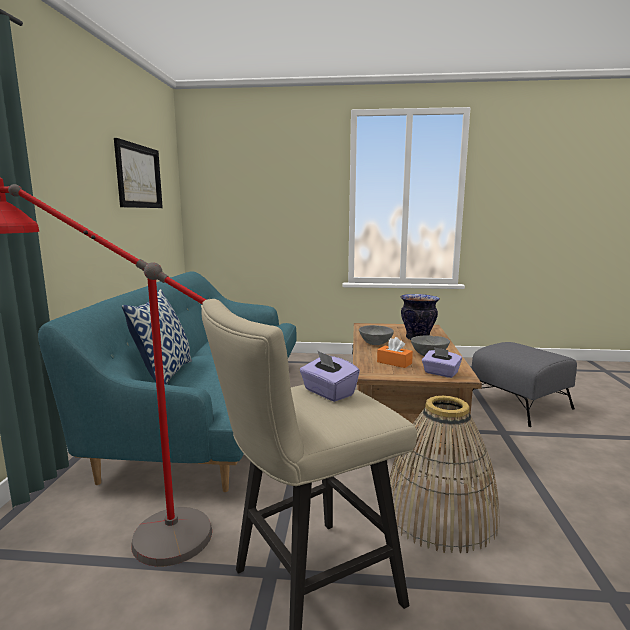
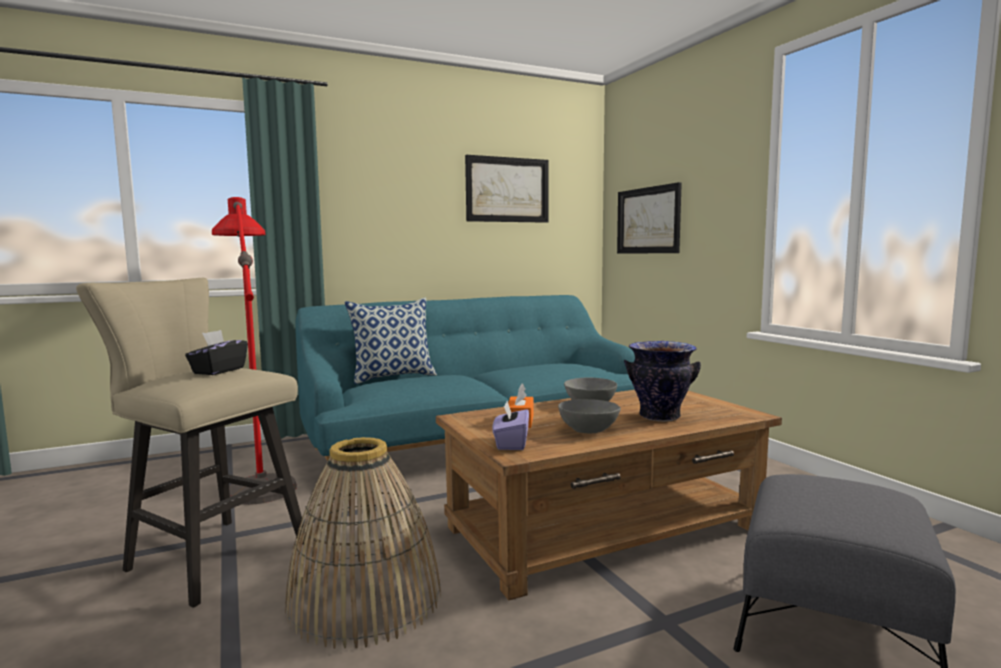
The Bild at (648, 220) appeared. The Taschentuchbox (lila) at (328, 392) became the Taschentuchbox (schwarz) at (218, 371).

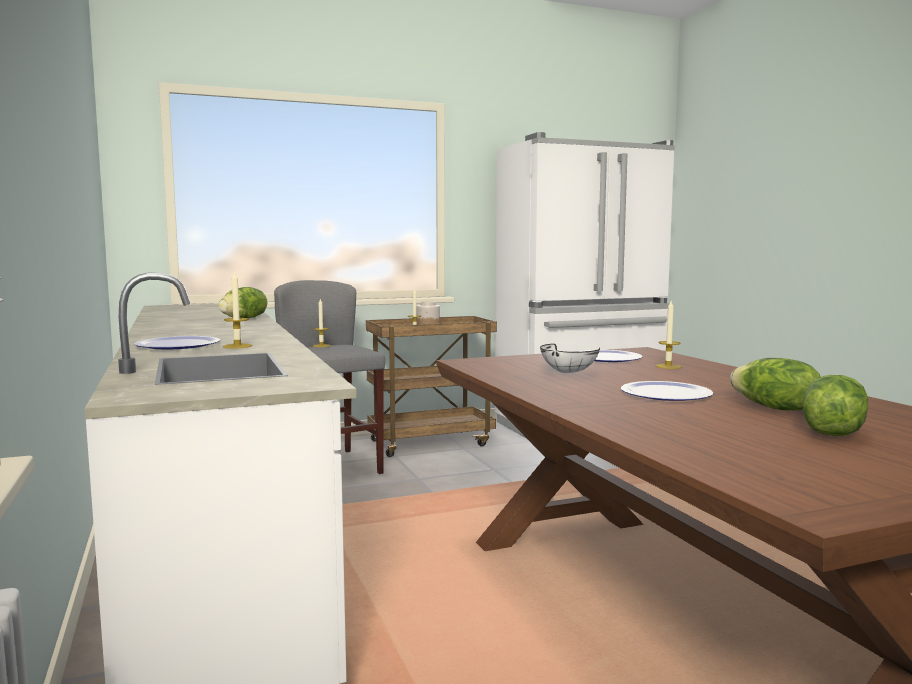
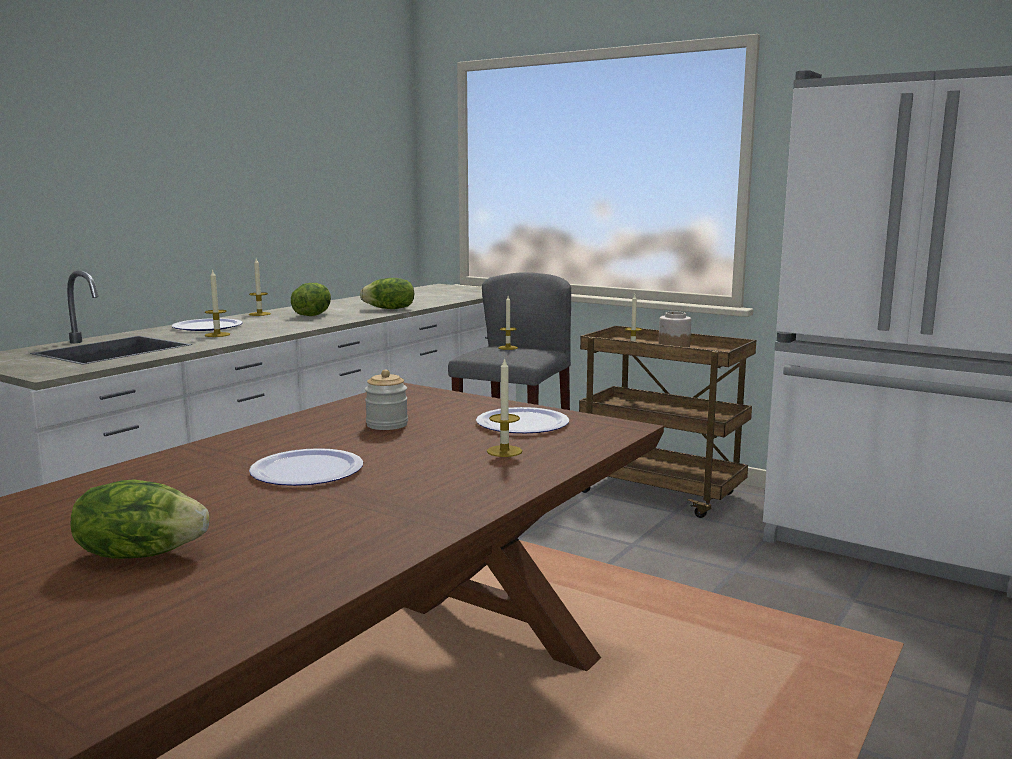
The Kerze at (259, 314) appeared. The Salatkopf moved from (775, 408) to (312, 315). The Schüssel (weiß) at (566, 373) was replaced by the Vorratsglas at (387, 425).

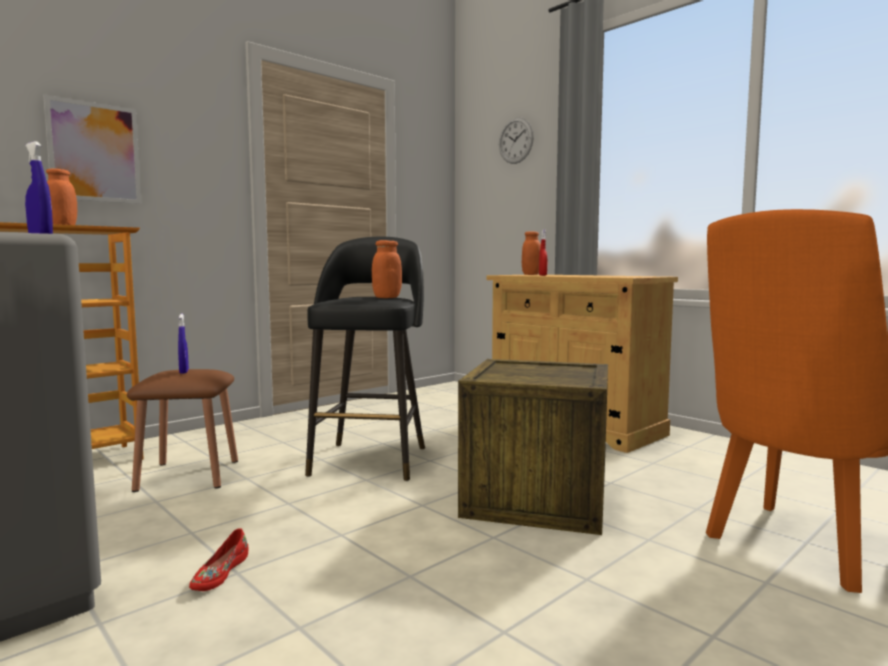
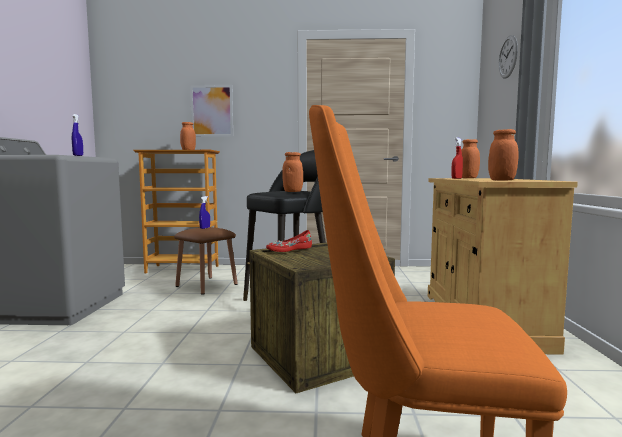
The Vorratsglas (orange) at (501, 180) appeared. The Schuh (rot) moved from (219, 573) to (289, 249).

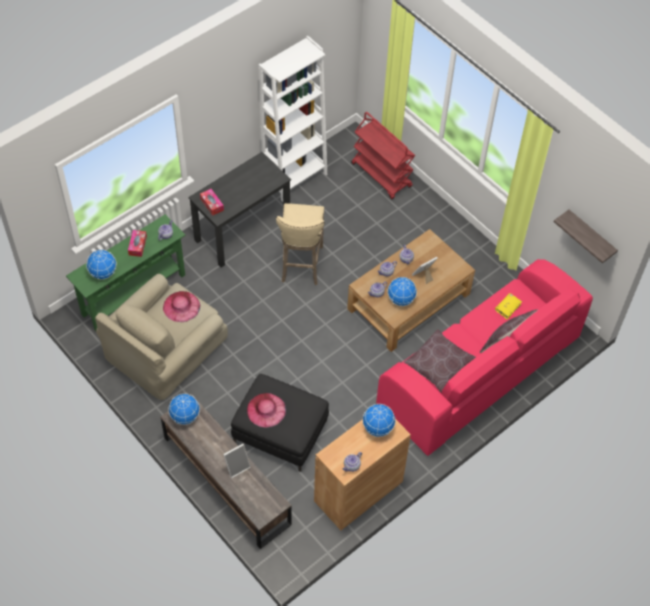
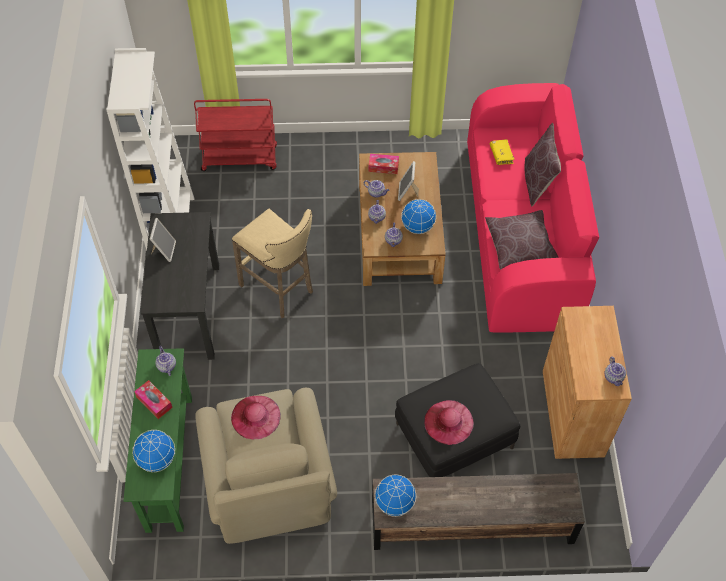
The Globus at (377, 428) disappeared. The Wandregal at (590, 236) disappeared. The Taschentuchbox moved from (212, 204) to (383, 167). The Bilderrahmen moved from (237, 466) to (164, 250).

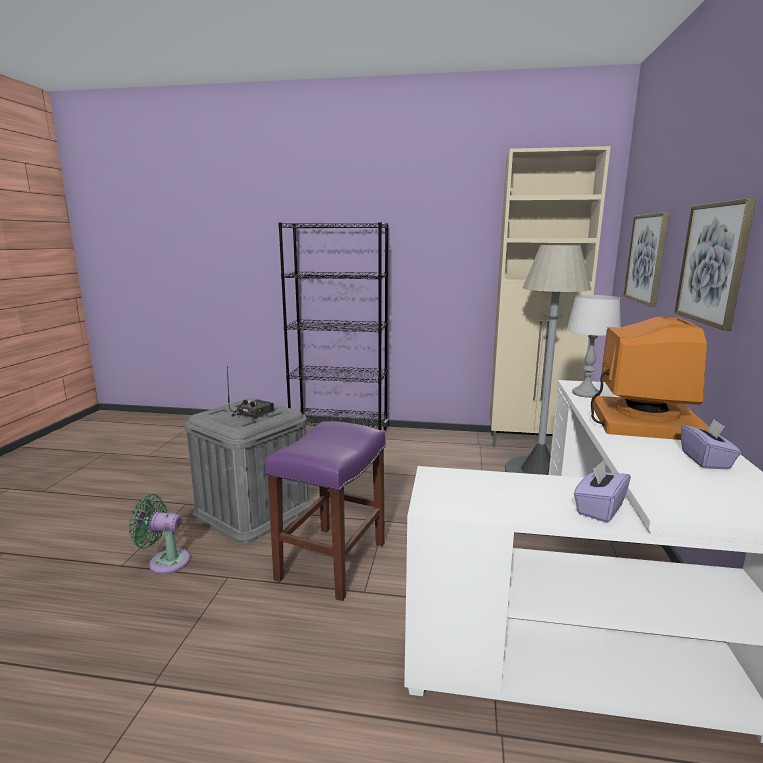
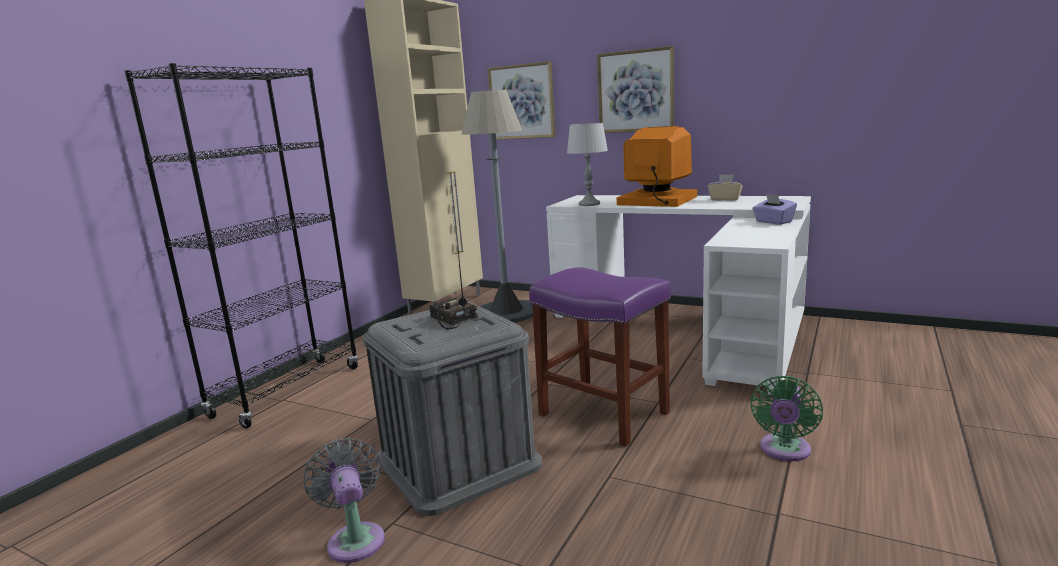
The Ventilator (grau) at (355, 538) appeared. The Ventilator (grün) moved from (165, 561) to (784, 451). The Taschentuchbox (lila) at (706, 460) became the Taschentuchbox (beige) at (725, 199).

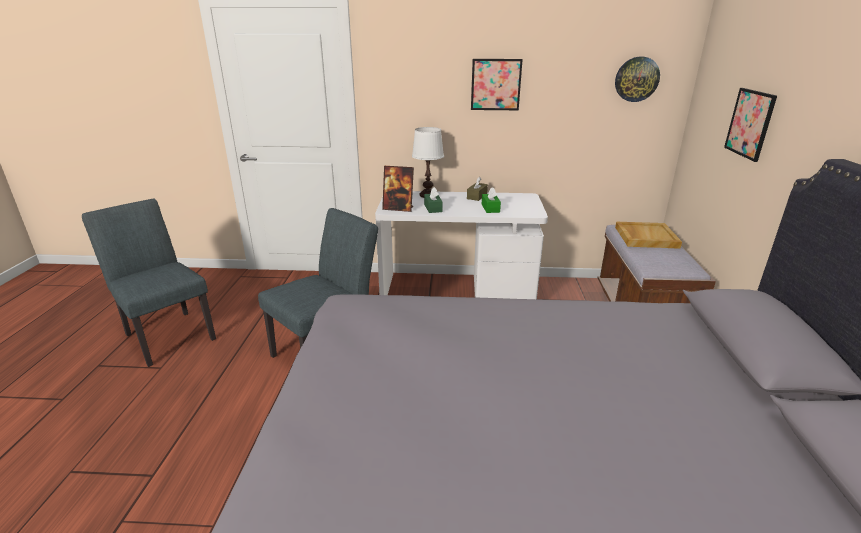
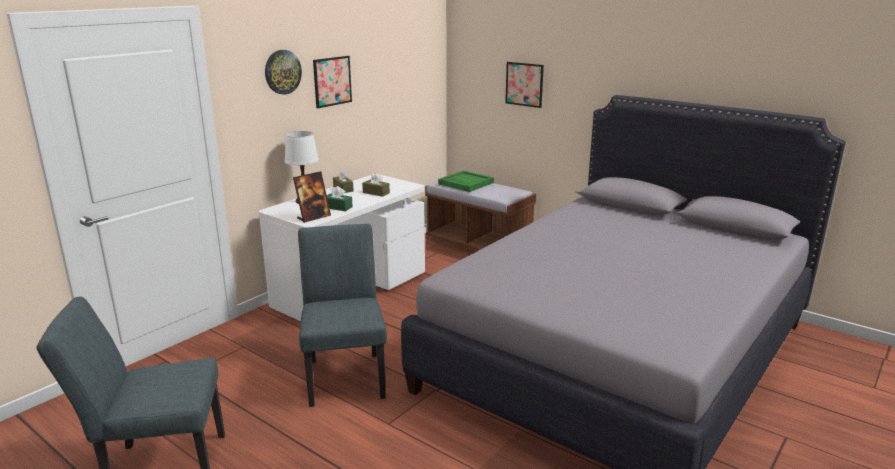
The Wanduhr moved from (636, 79) to (282, 72). The Taschentuchbox (grün) at (490, 208) became the Taschentuchbox (braun) at (376, 193). The Tablett (beige) at (645, 237) became the Tablett (grün) at (465, 183).

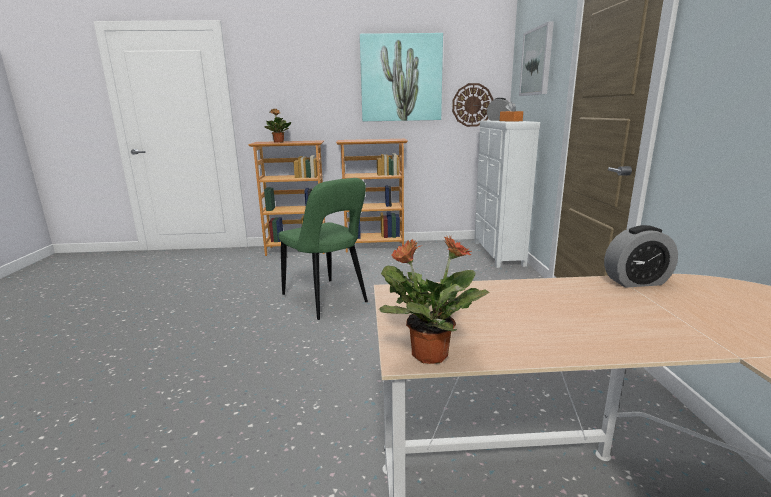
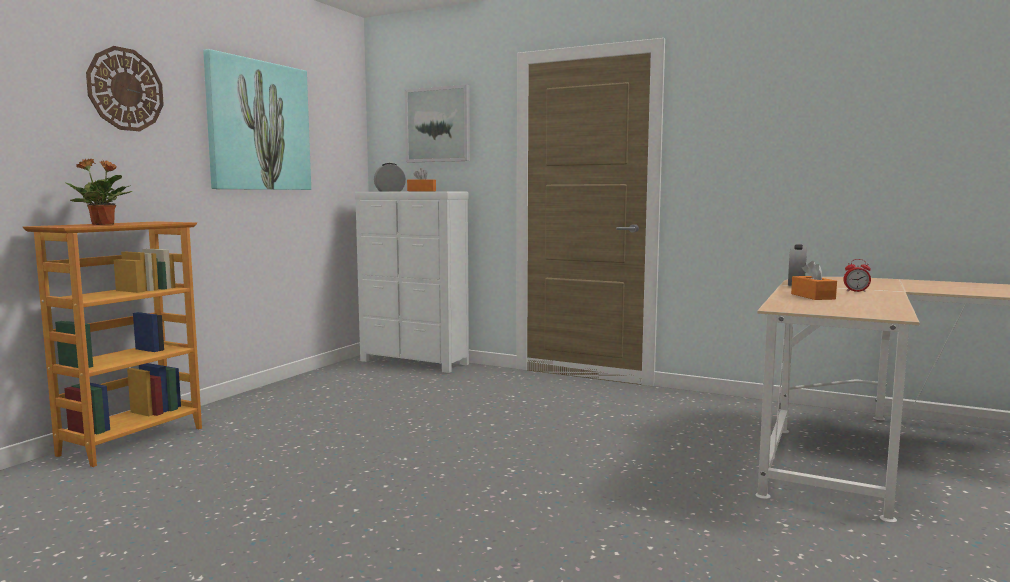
The Stuhl (grün) at (326, 300) disappeared. The Bücherregal at (374, 246) disappeared. The Topfpflanze at (428, 354) disappeared. The Taschentuchbox (orange) at (812, 296) appeared. The Wecker at (856, 291) appeared. The Wanduhr moved from (472, 105) to (125, 89).

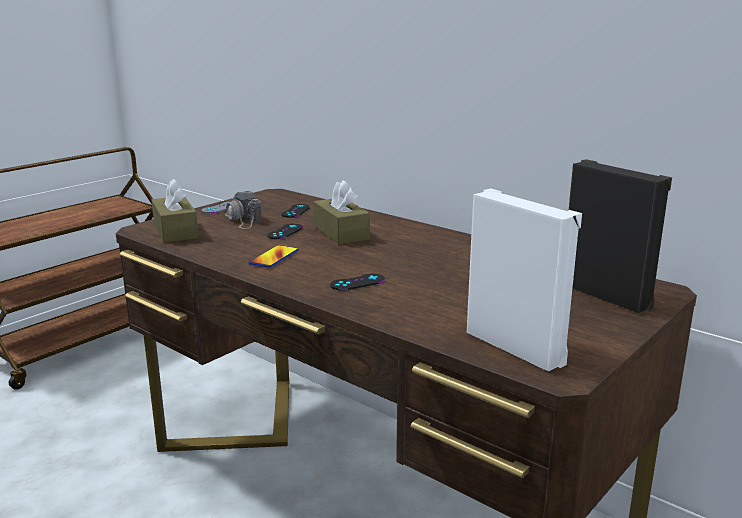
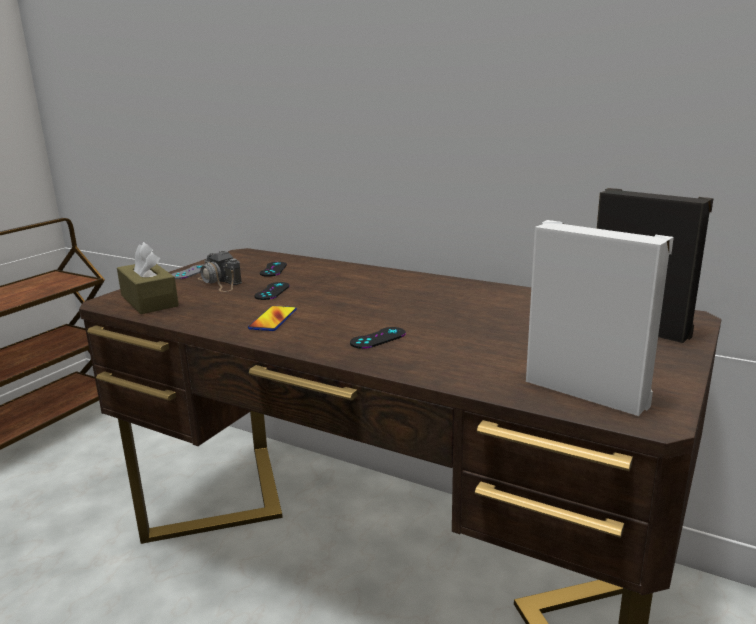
The Taschentuchbox (braun) at (341, 233) disappeared.

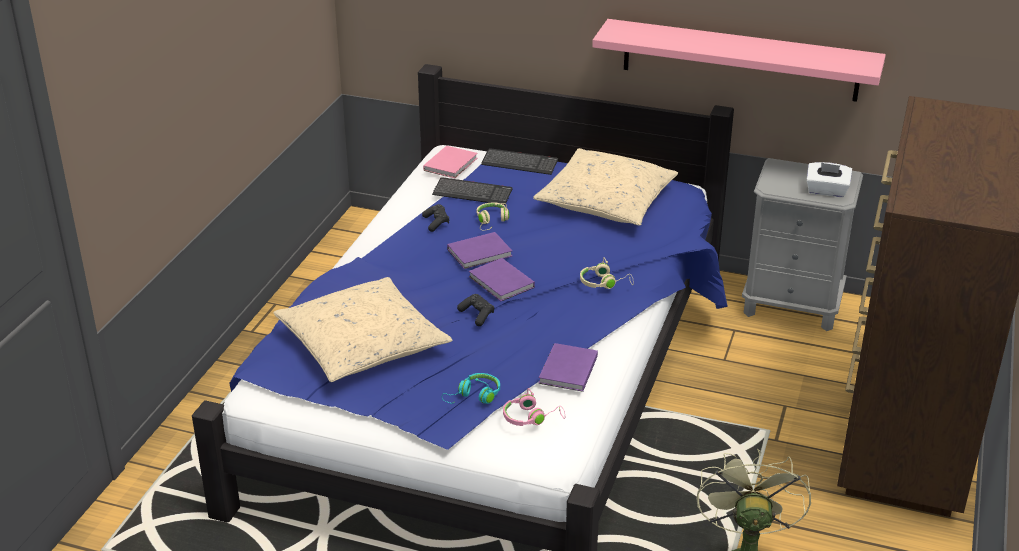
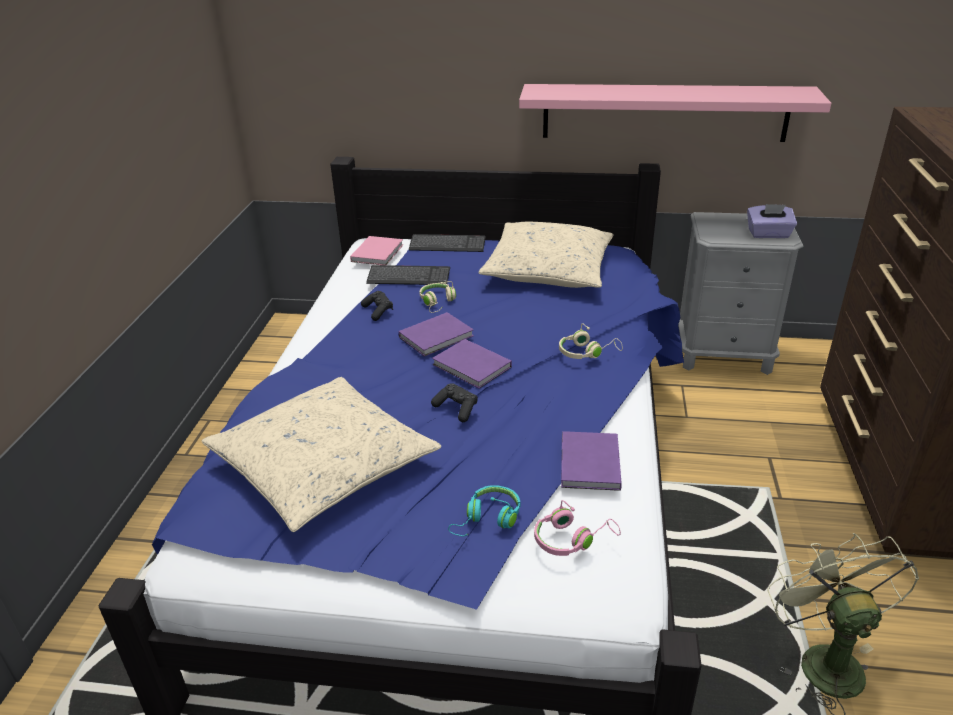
The Taschentuchbox (weiß) at (826, 191) became the Taschentuchbox (lila) at (768, 234).

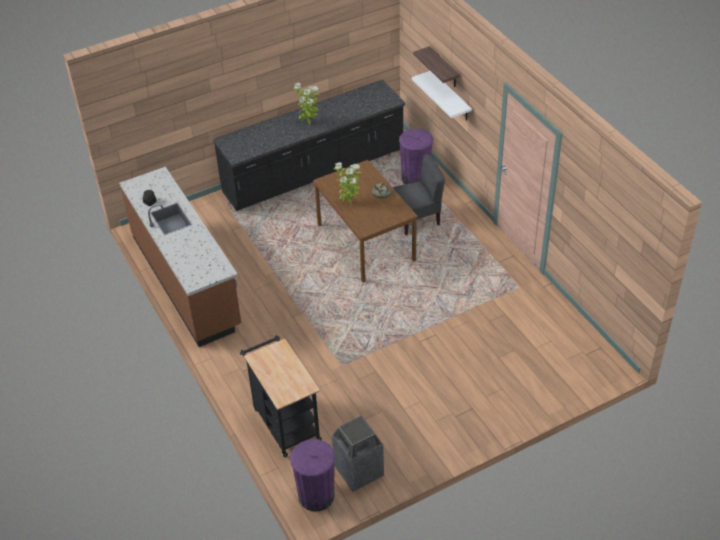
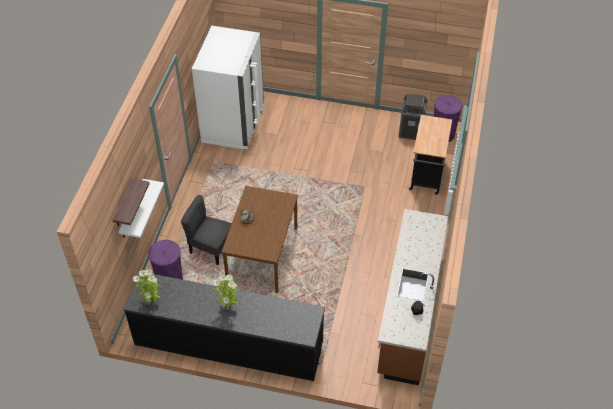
The Kühlschrank (weiß) at (233, 124) appeared. The Topfpflanze moved from (349, 202) to (151, 301).

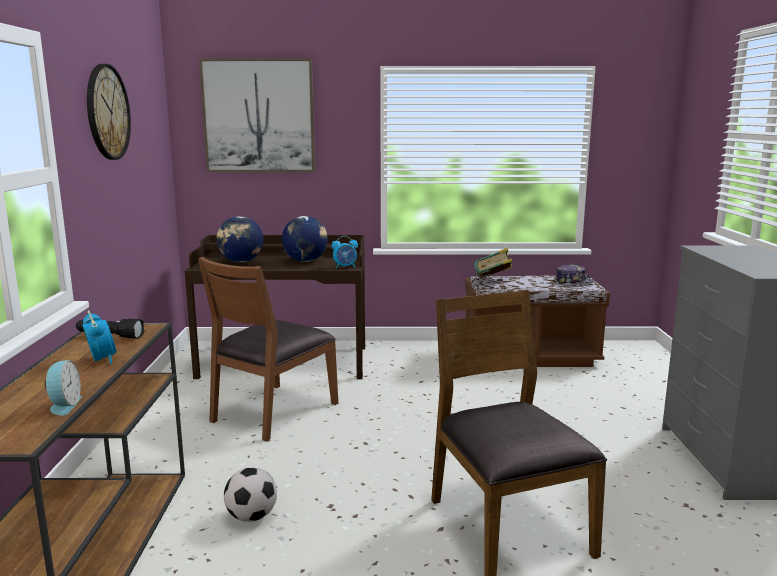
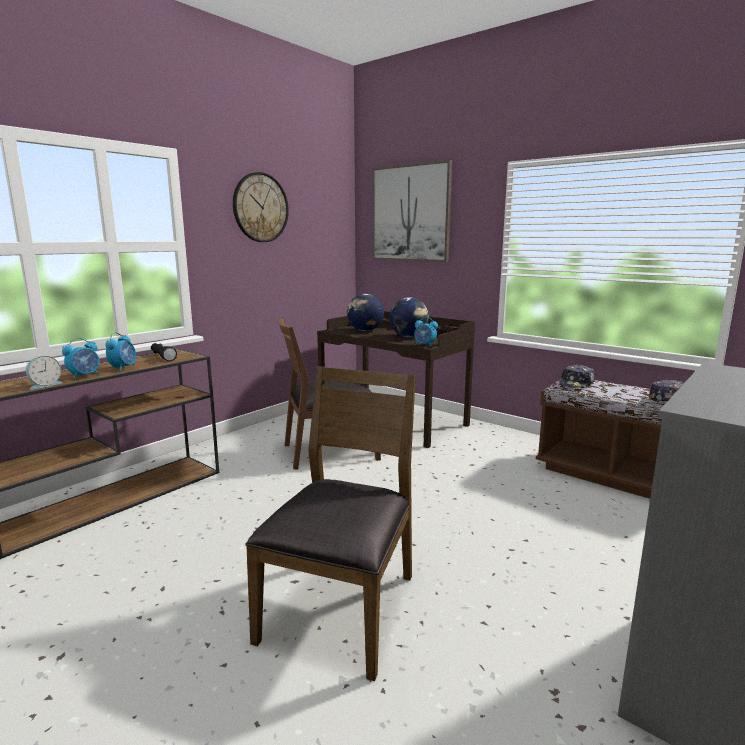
The Fußball at (251, 517) disappeared. The Wecker at (85, 376) appeared. The Buch at (493, 281) was replaced by the Kappe at (576, 383).

